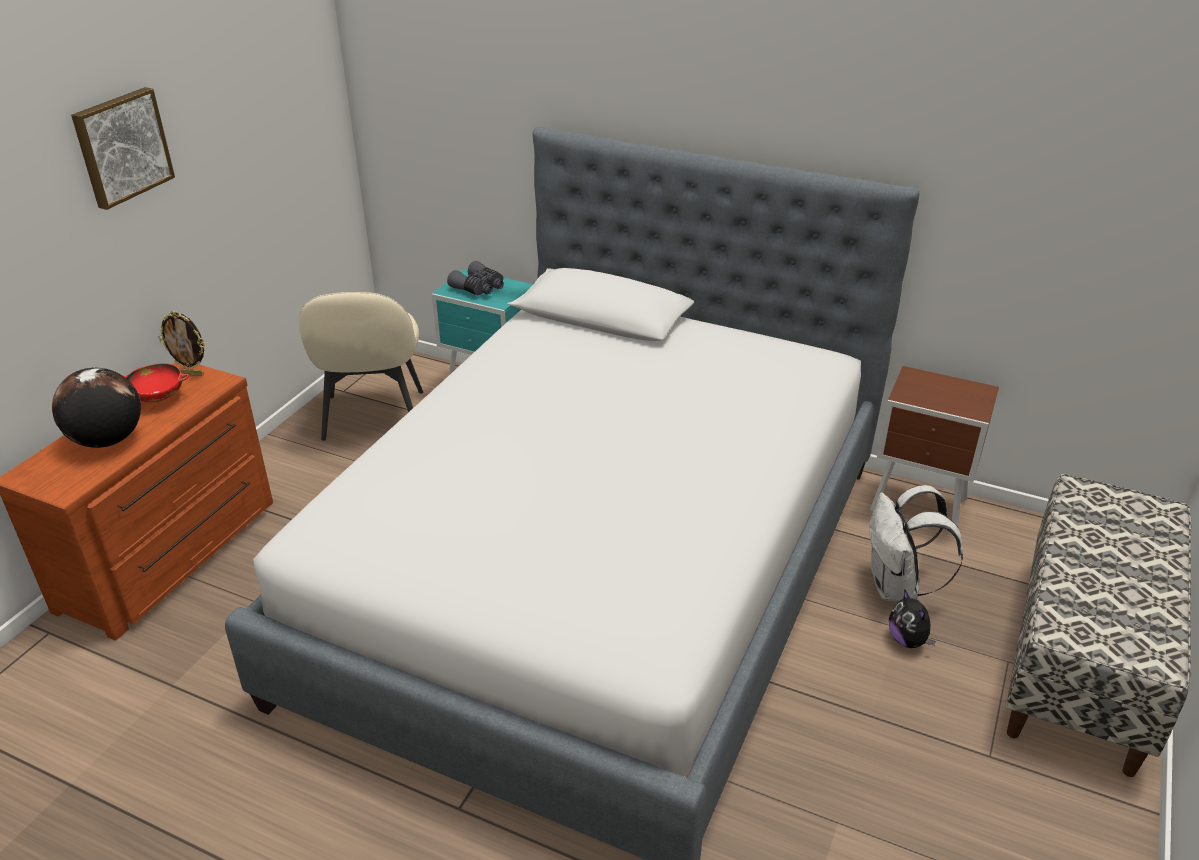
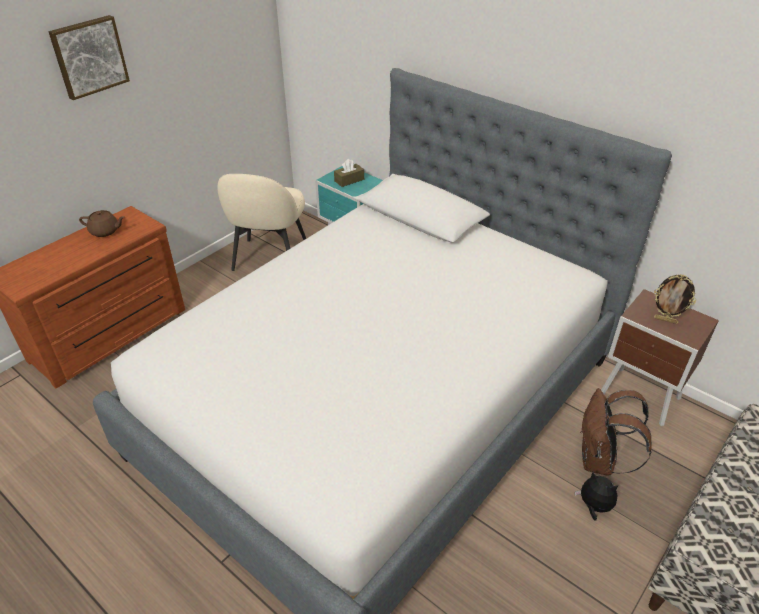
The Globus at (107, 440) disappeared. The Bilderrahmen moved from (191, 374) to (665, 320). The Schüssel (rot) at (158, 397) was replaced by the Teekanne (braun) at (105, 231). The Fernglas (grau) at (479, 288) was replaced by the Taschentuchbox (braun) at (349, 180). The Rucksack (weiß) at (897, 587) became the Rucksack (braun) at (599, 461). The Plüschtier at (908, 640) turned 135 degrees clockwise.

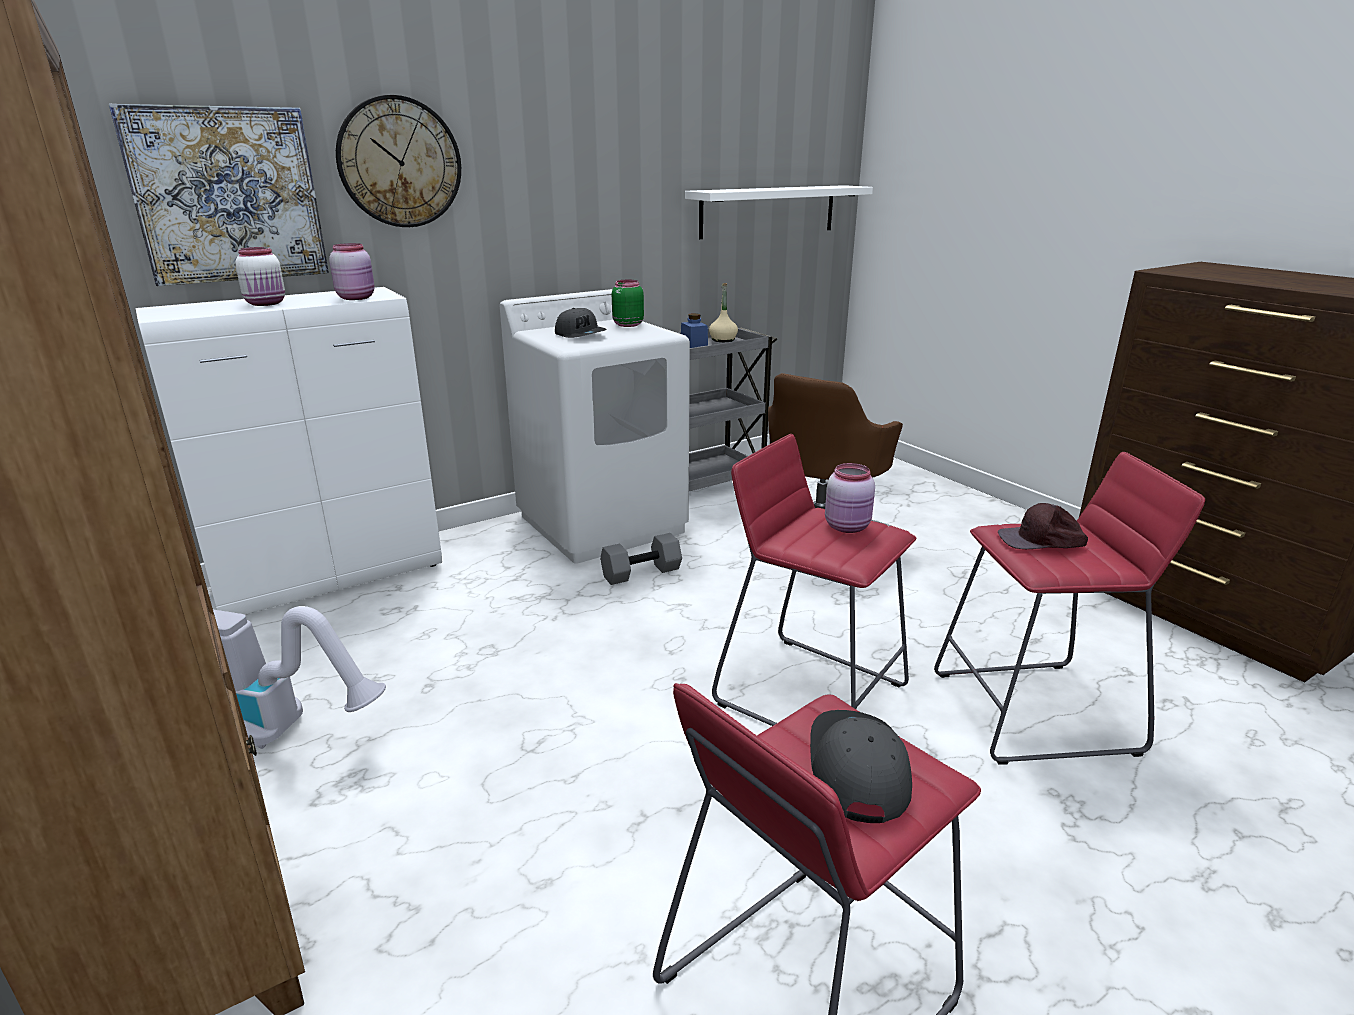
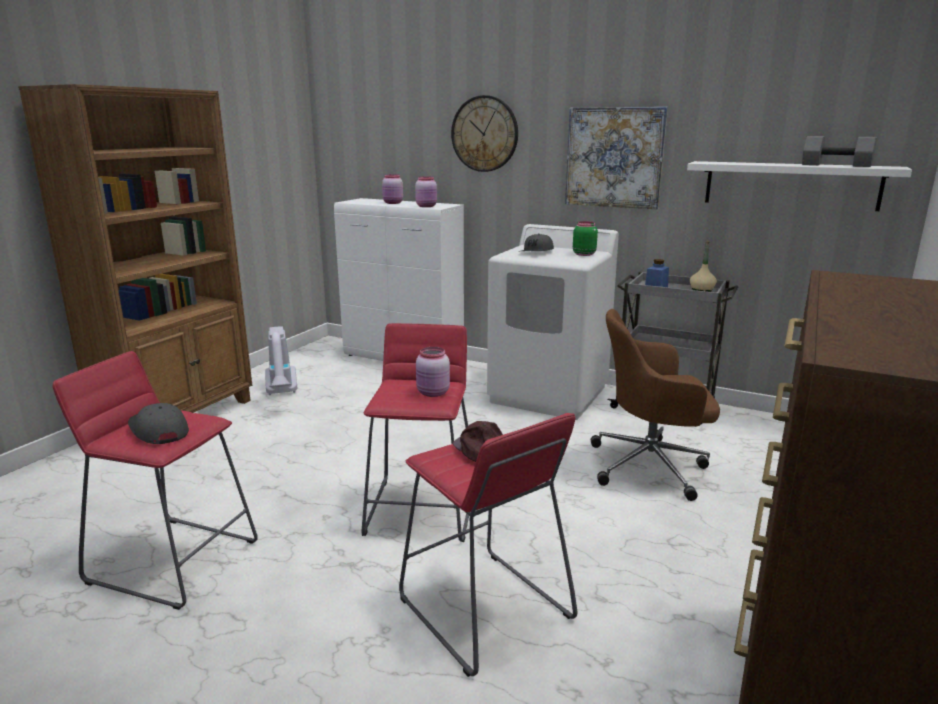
The Bild moved from (227, 195) to (614, 157). The Hantel (grau) moved from (641, 573) to (835, 165). The Vorratsglas (weiß) at (267, 303) became the Vorratsglas (rosa) at (393, 203). The Kappe (grau) at (856, 769) turned 105 degrees counterclockwise.

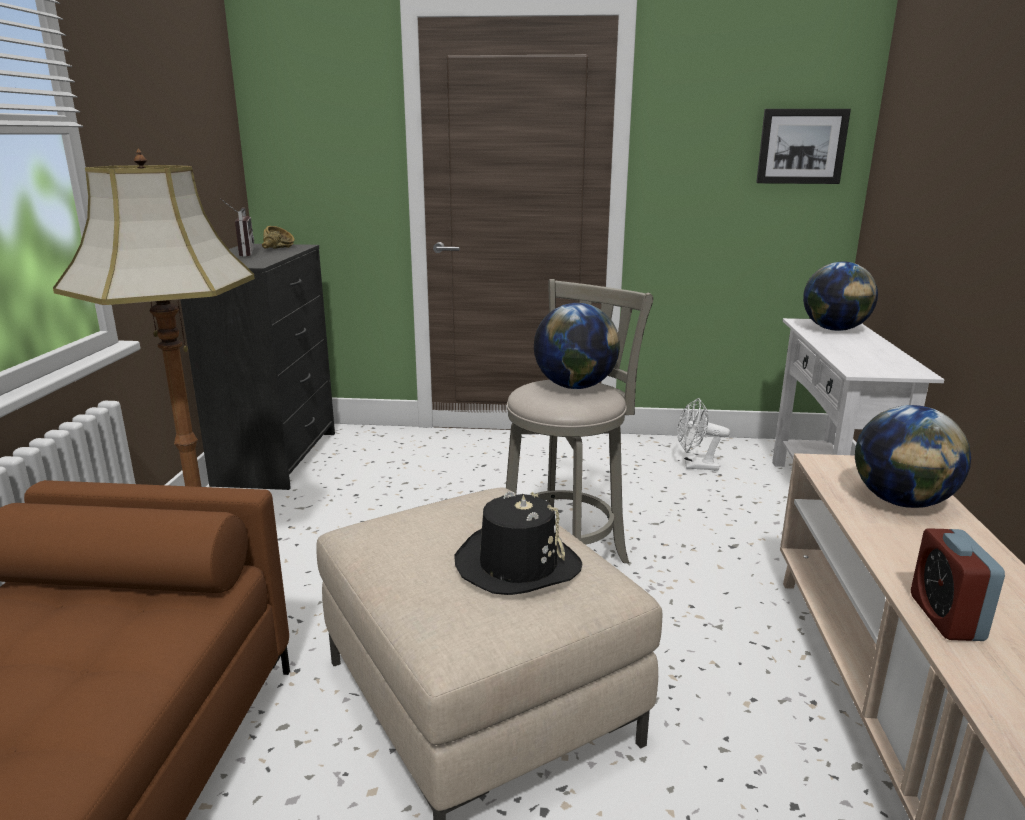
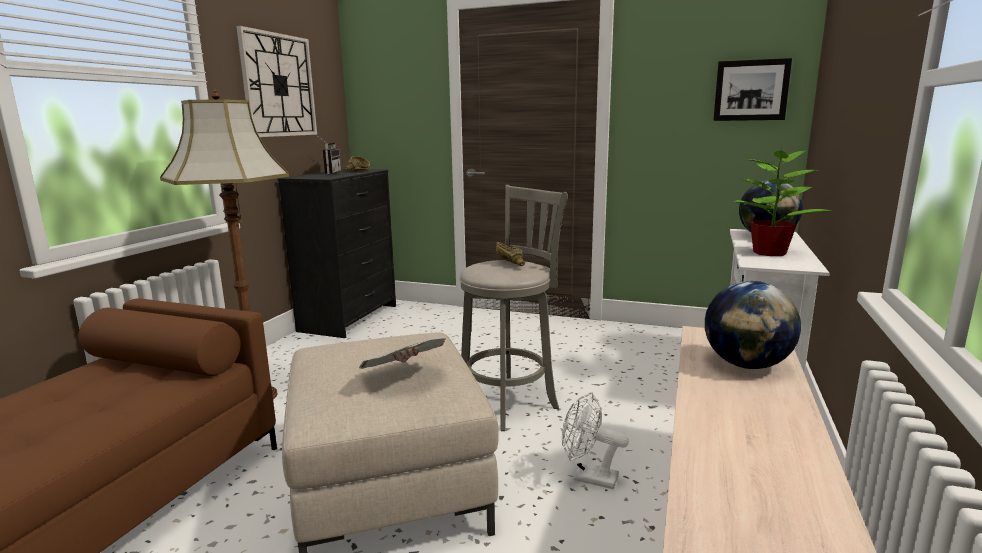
The Wecker at (946, 617) disappeared. The Wanduhr at (279, 85) appeared. The Topfpflanze at (770, 252) appeared. The Ventilator (weiß) moved from (695, 466) to (588, 477). The Hut (schwarz) at (517, 564) was replaced by the Zeitung at (403, 377). The Globus at (574, 386) was replaced by the Schüssel (braun) at (513, 264).

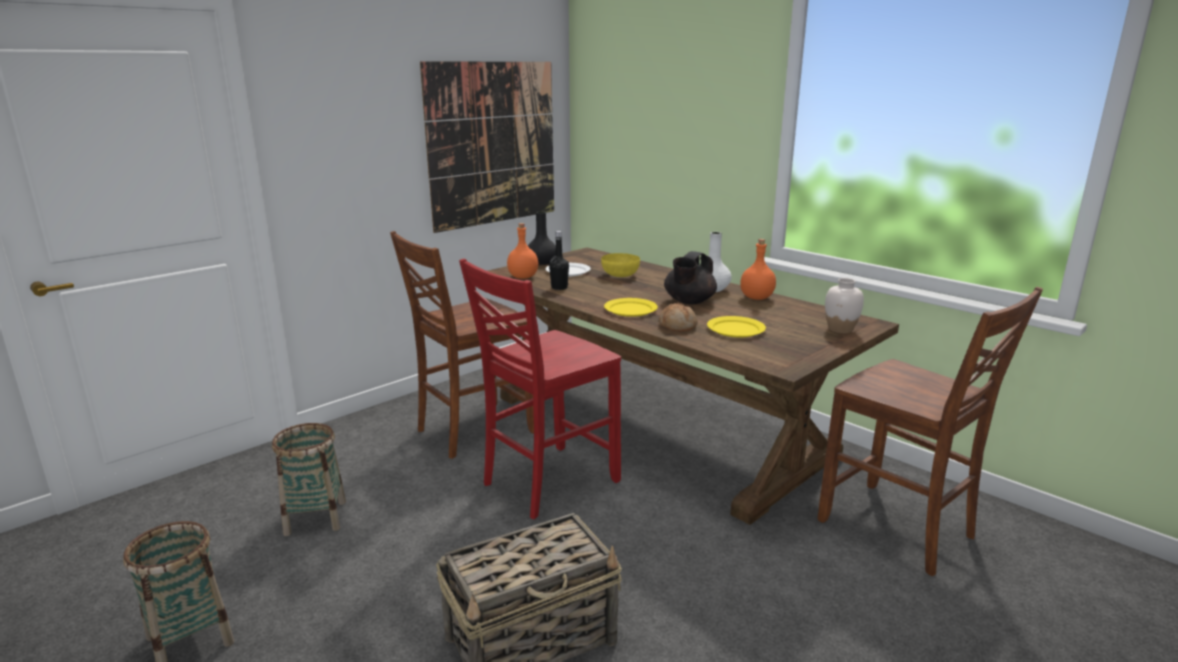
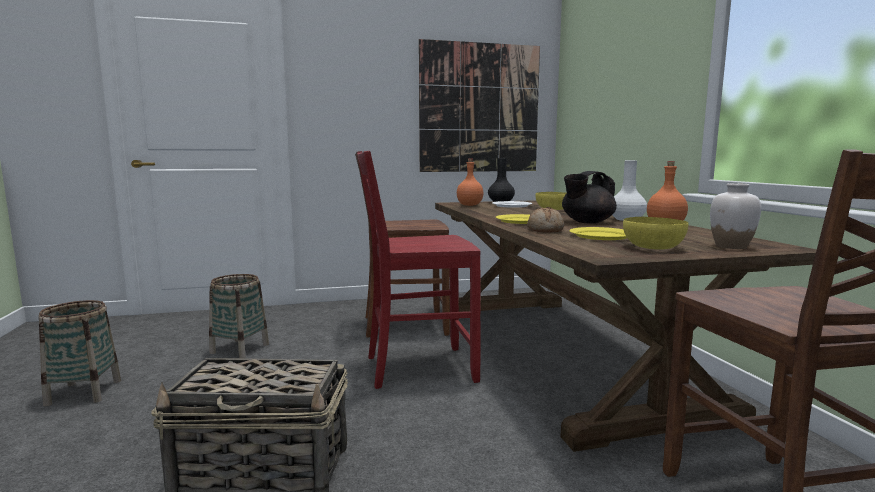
The Flasche (schwarz) at (559, 287) disappeared. The Schüssel (gelb) at (652, 247) appeared.

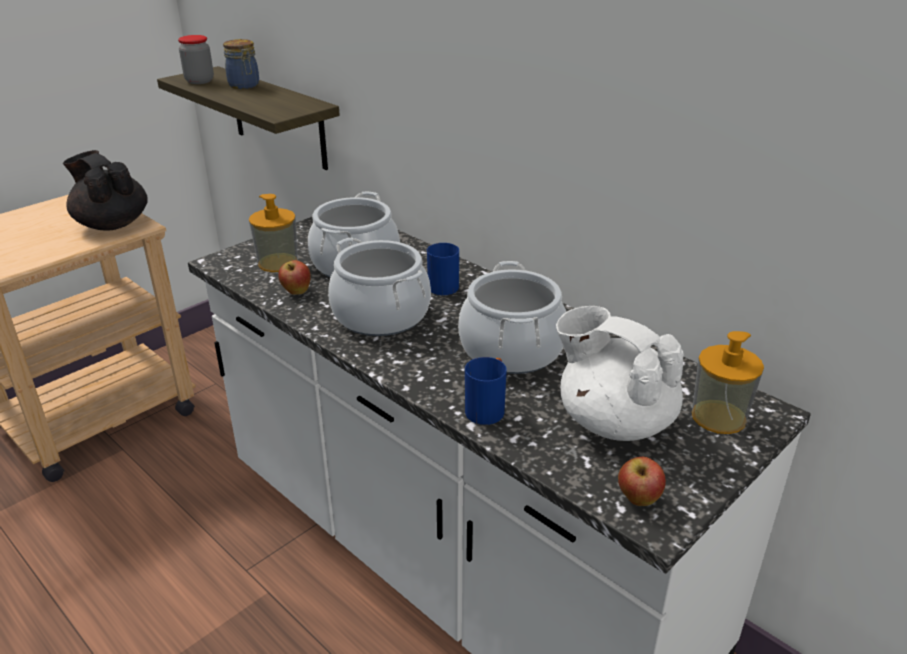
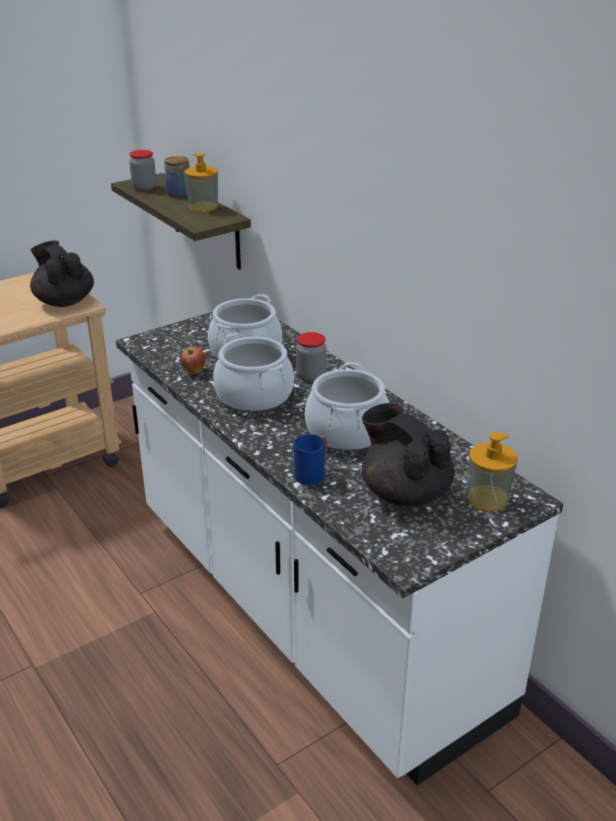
The Apfel at (638, 499) disappeared. The Seifenspender moved from (278, 263) to (203, 207). The Henkelbecher (blau) at (443, 285) was replaced by the Vorratsglas at (311, 376). The Teekanne (weiß) at (613, 421) became the Teekanne (schwarz) at (404, 492).

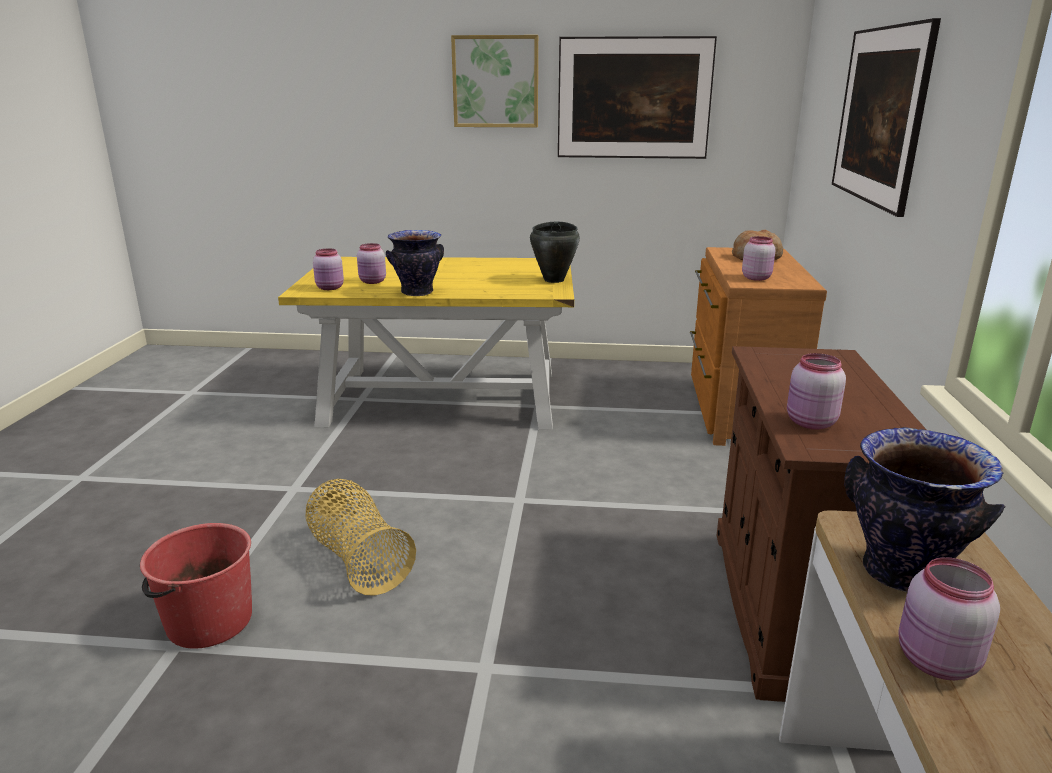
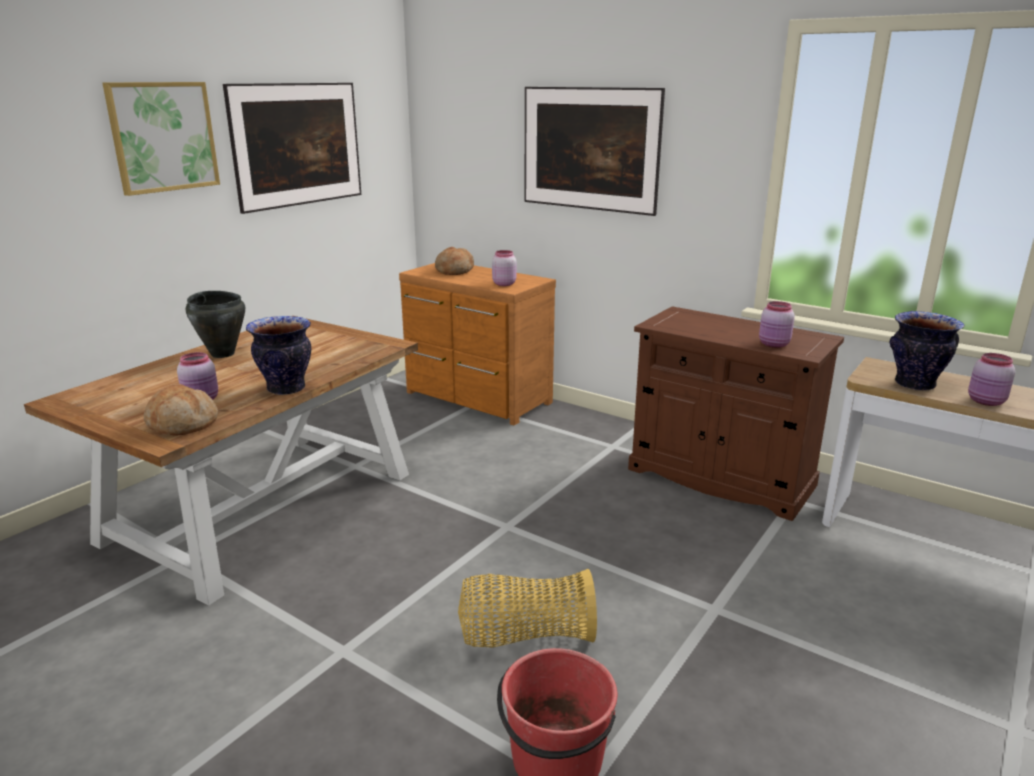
The Kochtopf (schwarz) moved from (554, 280) to (223, 354). The Vorratsglas (rosa) at (330, 288) was replaced by the Brot at (183, 424). The Esstisch (gelb) at (441, 398) became the Esstisch (braun) at (261, 507).

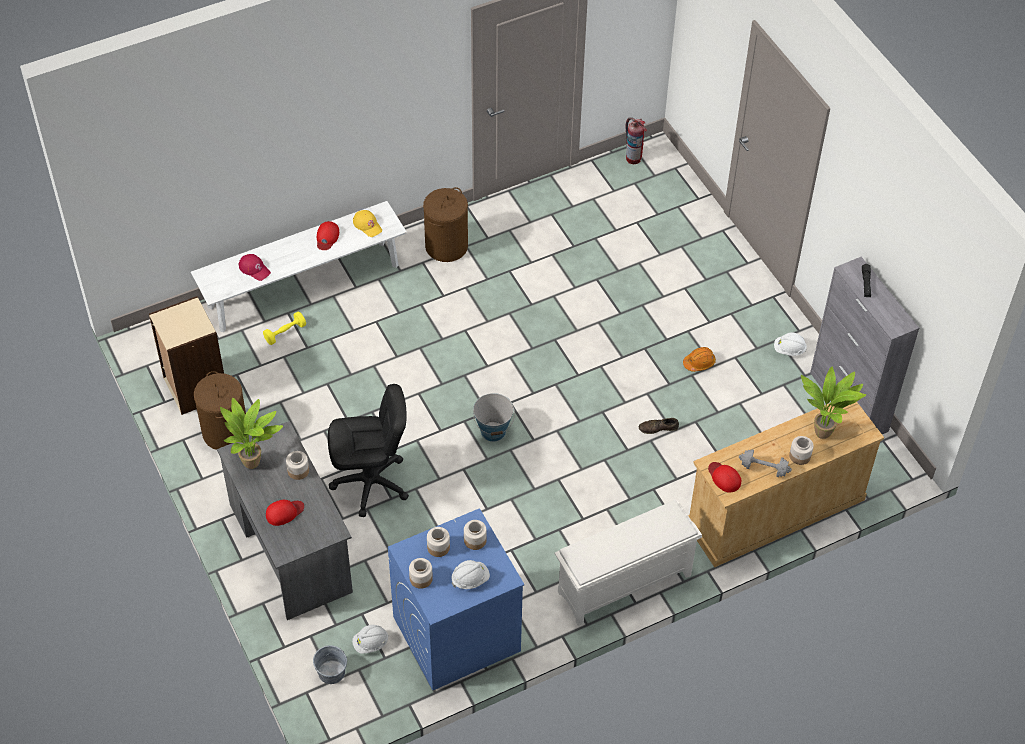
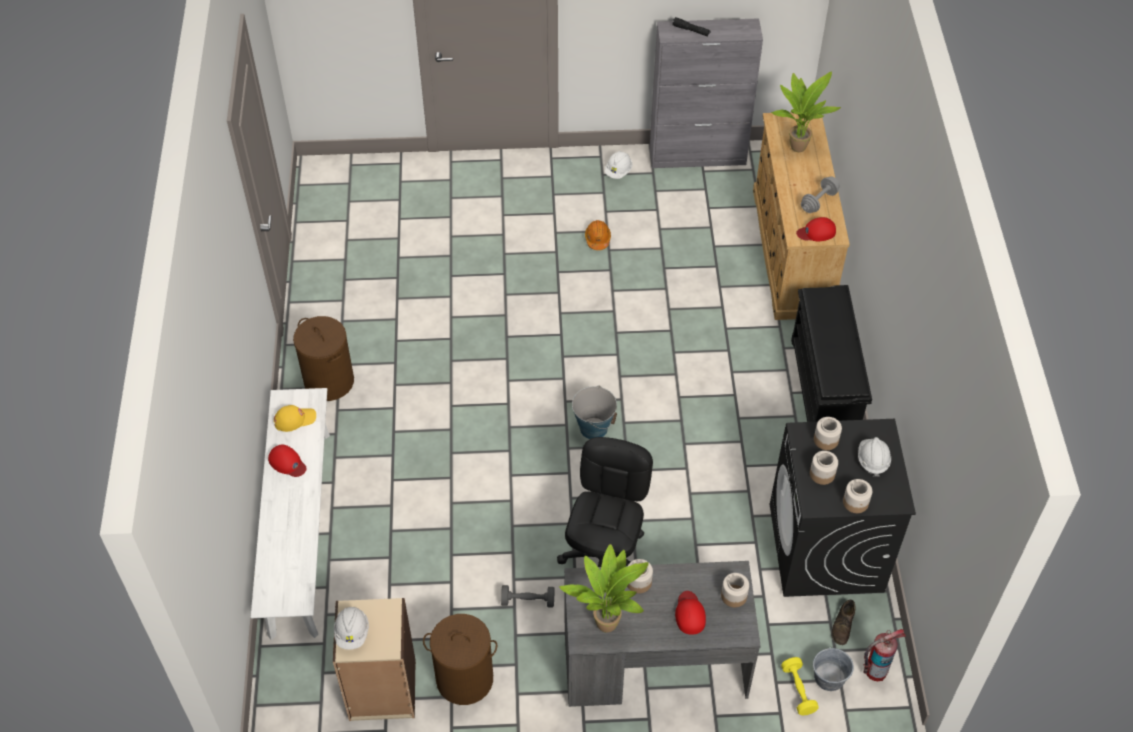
The Kappe (rot) at (254, 269) disappeared. The Hantel (grau) at (528, 601) appeared. The Hantel (gelb) moved from (285, 333) to (798, 690). The Schutzhelm (weiß) moved from (370, 643) to (352, 633). The Feuerlöscher moved from (633, 158) to (875, 671). The Schuh (braun) moved from (658, 428) to (843, 625). The Vorratsglas moved from (800, 456) to (734, 596). The Waschmaschine (blau) at (456, 634) became the Waschmaschine (schwarz) at (826, 548). The Schuhregal (weiß) at (623, 585) became the Schuhregal (schwarz) at (824, 392).

